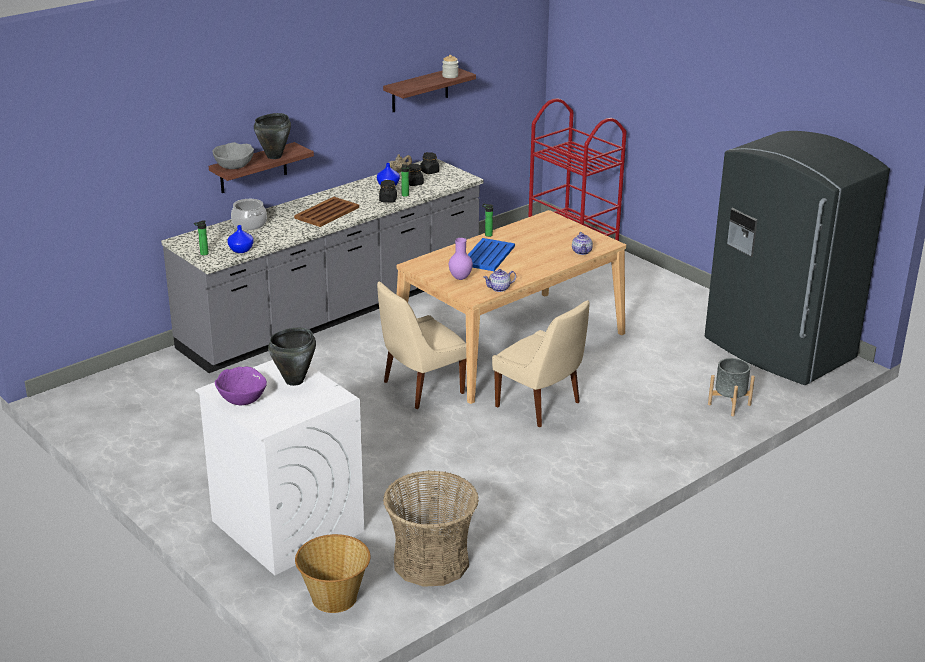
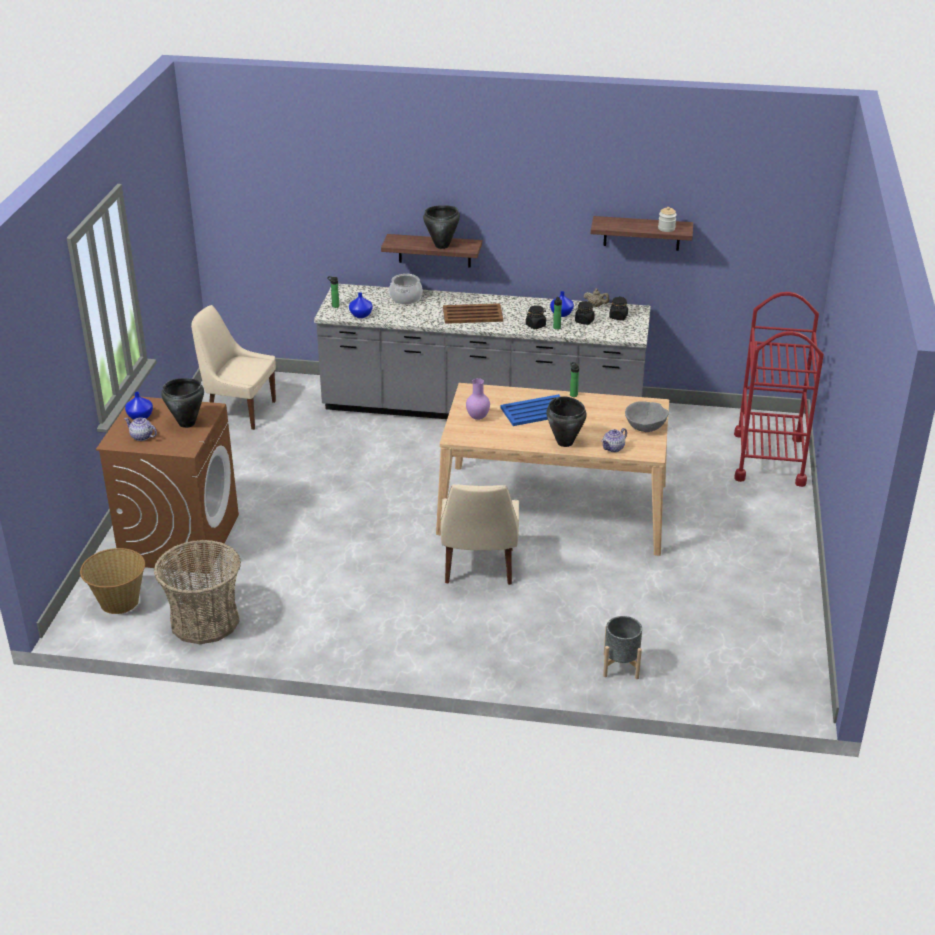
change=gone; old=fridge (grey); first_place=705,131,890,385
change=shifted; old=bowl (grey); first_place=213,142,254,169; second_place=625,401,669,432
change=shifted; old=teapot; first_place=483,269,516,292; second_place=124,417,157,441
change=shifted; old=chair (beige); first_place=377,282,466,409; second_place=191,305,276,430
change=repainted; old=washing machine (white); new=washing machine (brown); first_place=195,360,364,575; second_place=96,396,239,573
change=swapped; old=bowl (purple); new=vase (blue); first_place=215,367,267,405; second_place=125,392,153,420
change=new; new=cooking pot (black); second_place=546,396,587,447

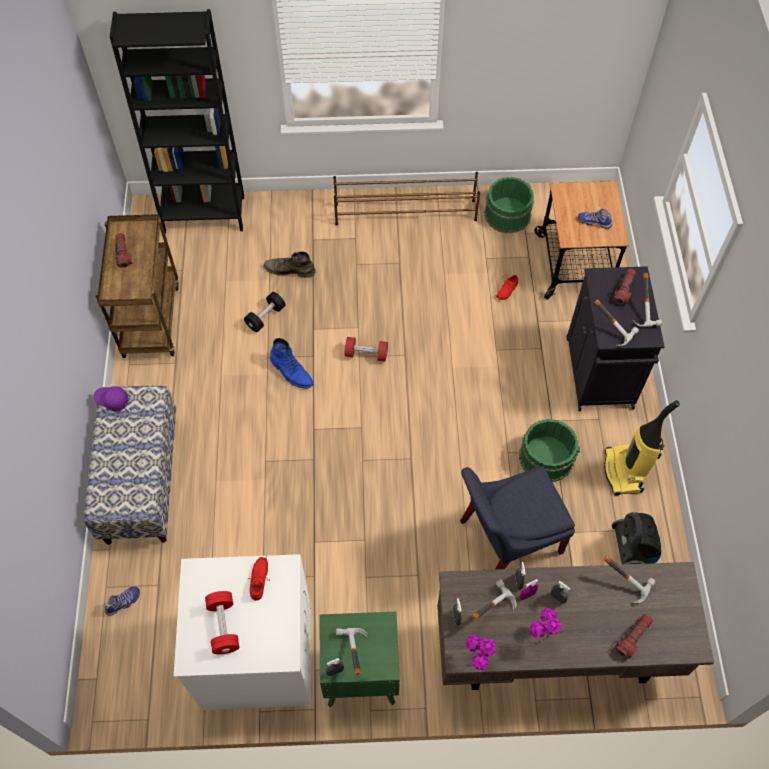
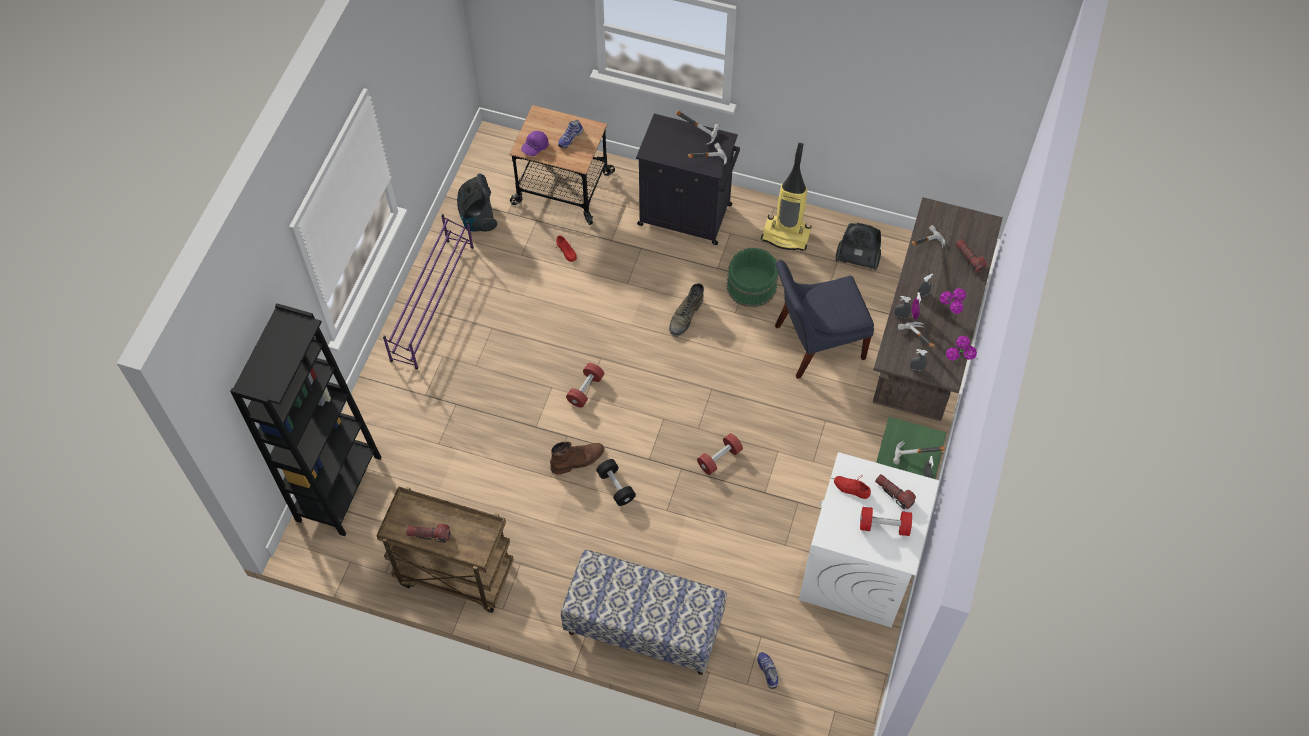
change=repainted; old=shoe rack (brown); new=shoe rack (purple); first_place=333,172,480,226; second_place=383,214,474,369
change=swapped; old=bucket (green); new=vacuum cleaner; first_place=484,177,534,233; second_place=457,174,497,232
change=shifted; old=boot (green); first_place=264,252,316,278; second_place=669,283,704,337
change=shifted; old=flashlight; first_place=613,269,636,304; second_place=875,474,916,509
change=shifted; old=dumbbell (black); first_place=244,292,286,332; second_place=596,459,636,506
change=repainted; old=boot (blue); new=boot (brown); first_place=270,338,314,389; second_place=550,441,605,474
change=shifted; old=cap (purple); first_place=94,386,128,411; second_place=521,131,549,156
change=rotated; old=chair (blue); first_place=460,467,575,569; second_place=775,260,874,379; degrees=75
change=new; new=dumbbell (red); second_place=697,433,743,475

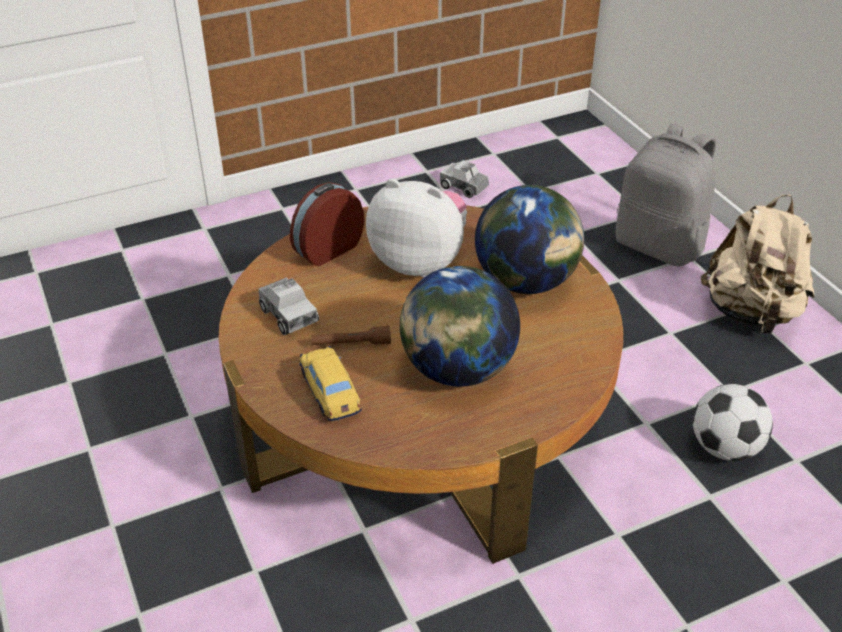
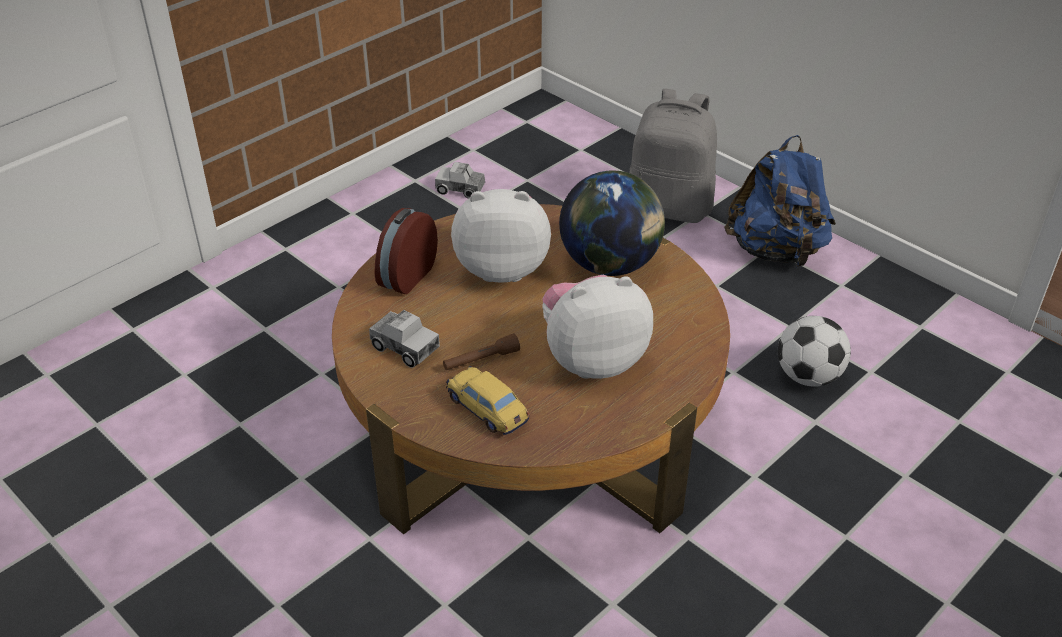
change=repainted; old=backpack (beige); new=backpack (blue); first_place=701,195,814,333; second_place=724,135,836,267
change=swapped; old=globe; new=plush toy; first_place=400,266,520,387; second_place=542,275,653,379

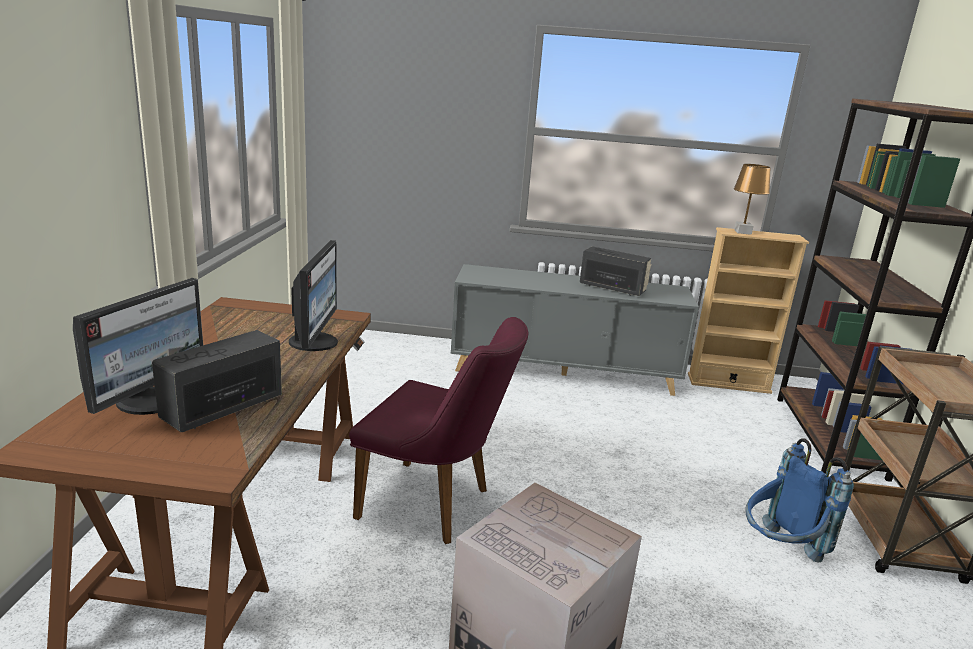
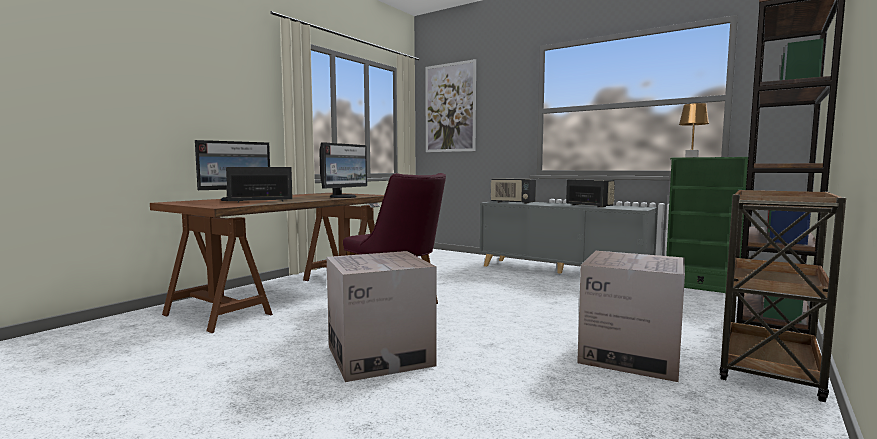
change=repainted; old=bookcase (beige); new=bookcase (green); first_place=688,227,809,394; second_place=666,157,748,293
change=swapped; old=backpack (blue); new=cardboard box; first_place=745,438,854,563; second_place=577,251,685,382
change=new; new=picture; second_place=425,59,476,152
change=new; new=radio; second_place=490,178,536,204

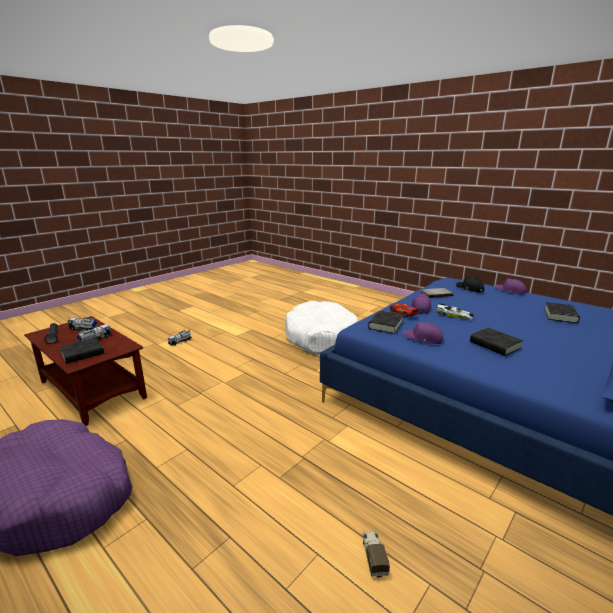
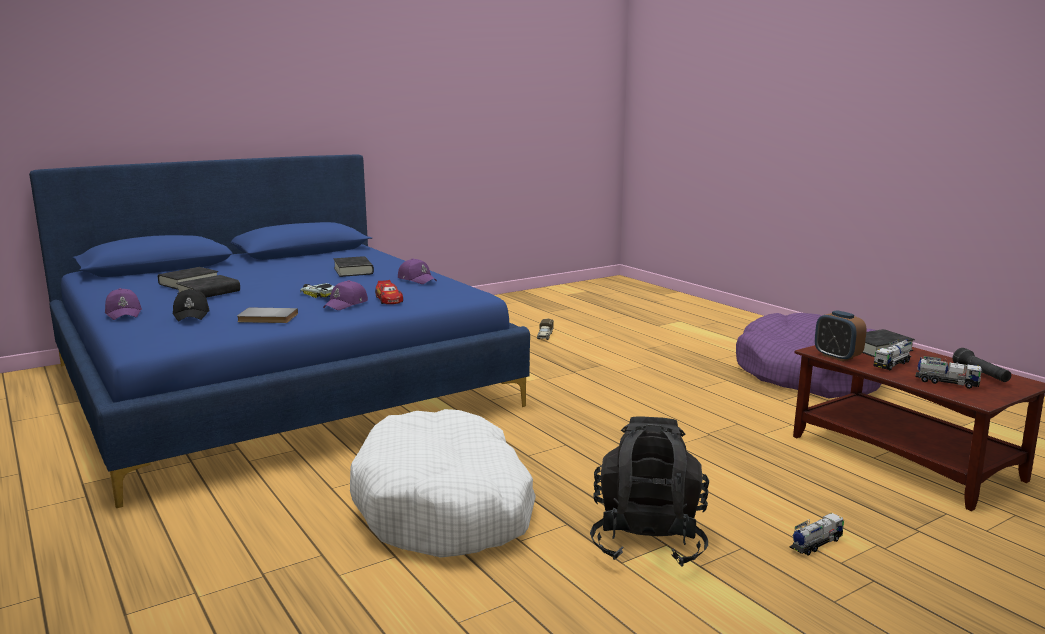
change=shifted; old=book (black); first_place=368,311,404,334; second_place=176,275,240,298
change=new; new=alarm clock; second_place=815,310,867,362
change=new; new=backpack (black); second_place=590,416,709,567

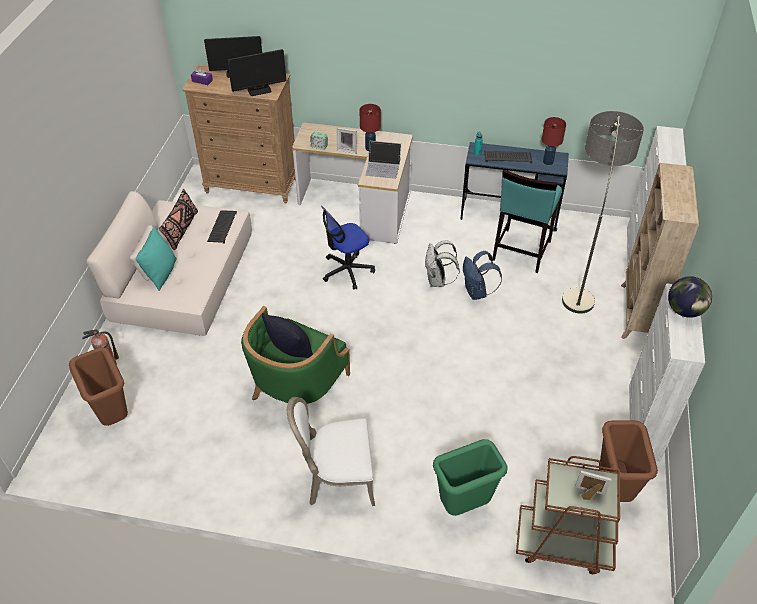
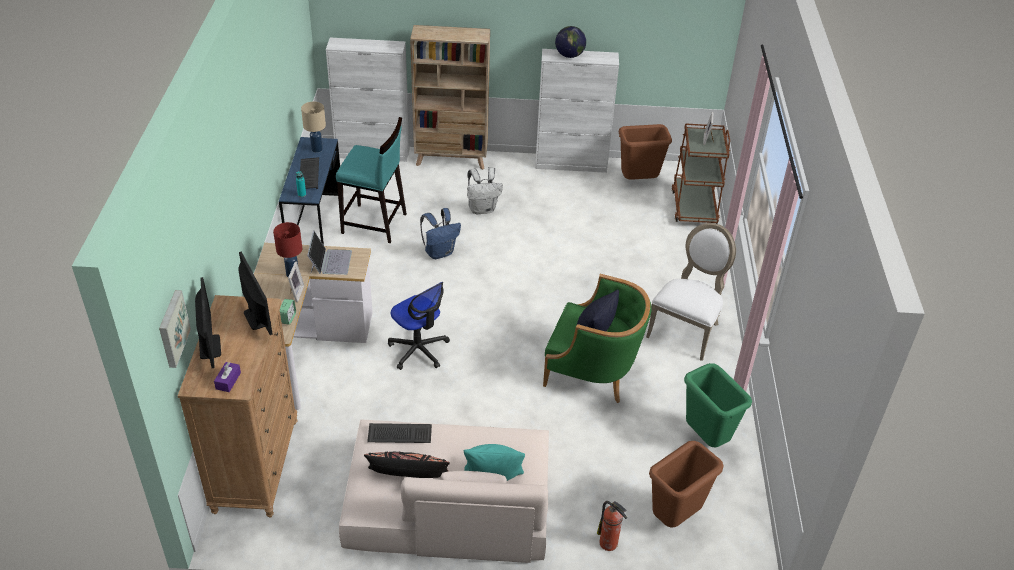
change=gone; old=floor lamp; first_place=562,111,644,313
change=repainted; old=table lamp (red); new=table lamp (beige); first_place=542,117,566,165; second_place=301,102,326,153
change=shifted; old=backpack (white); first_place=425,240,460,287; second_place=467,167,503,214
change=rotated; old=chair (white); first_place=287,397,375,506; second_place=646,223,736,361; degrees=-135
change=shifted; old=trash can (green); first_place=433,439,508,516; second_place=684,363,752,447
change=new; new=picture; second_place=159,290,191,368

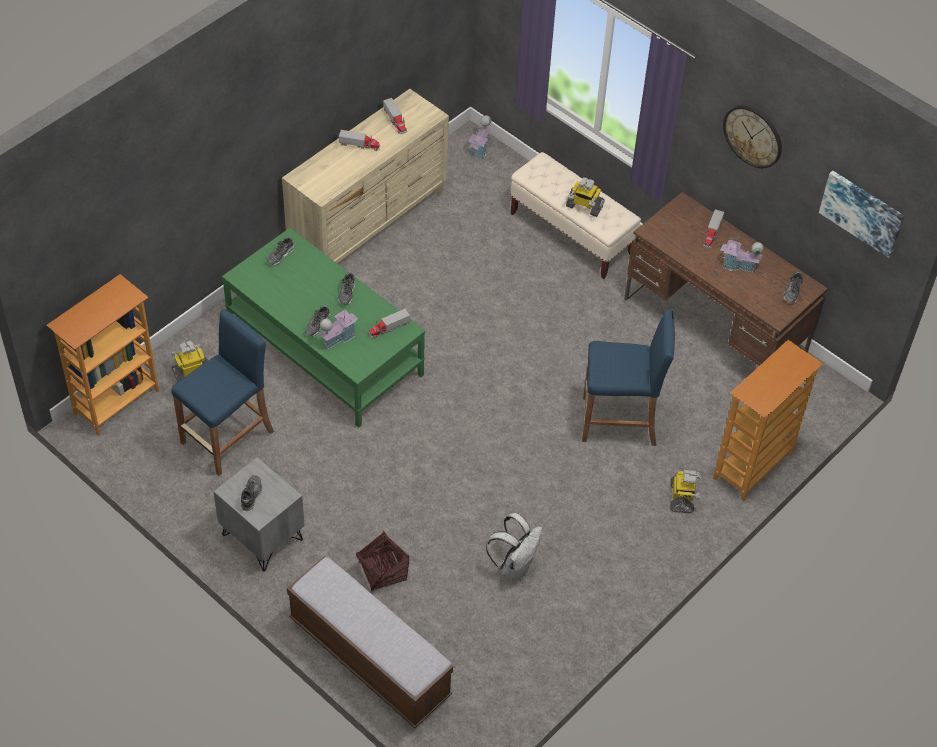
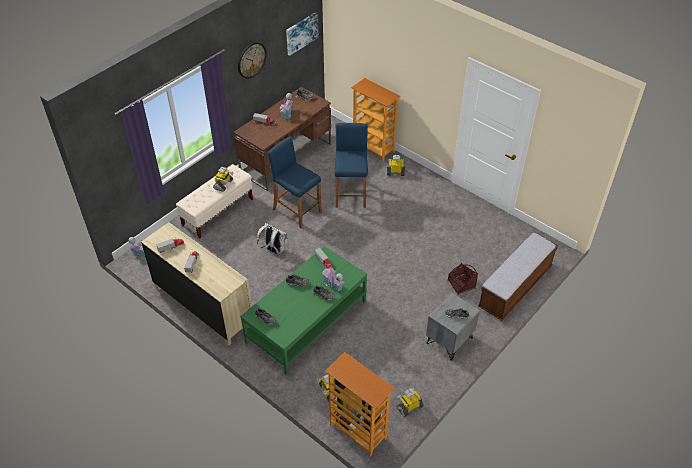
change=shifted; old=stool (blue); first_place=171,309,274,476; second_place=267,137,322,228
change=shifted; old=backpack (white); first_place=486,513,542,580; second_place=257,223,288,254
change=new; new=toy robot; second_place=396,388,424,417

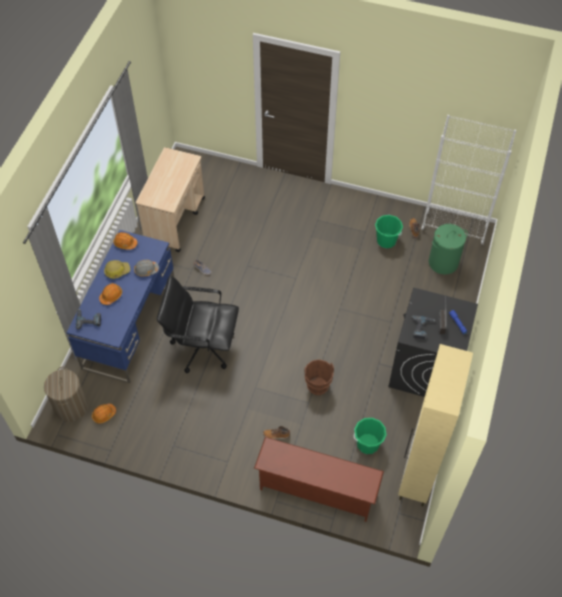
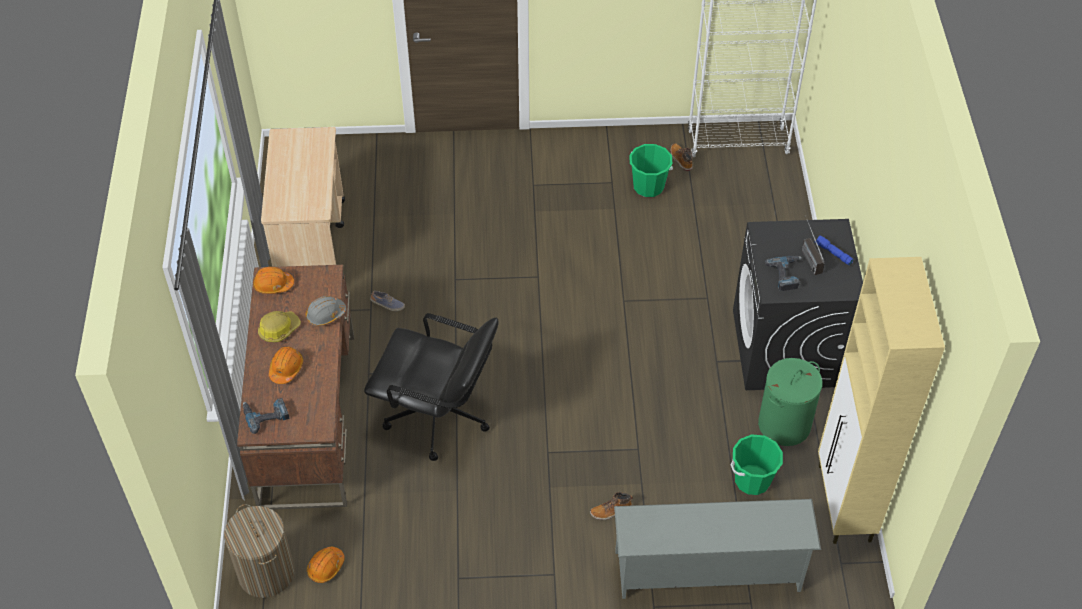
change=shifted; old=laundry basket (green); first_place=429,224,468,274; second_place=758,358,823,446
change=repainted; old=desk (blue); new=desk (brown); first_place=66,230,175,383; second_place=237,265,354,509
change=rotated; old=office chair (black); first_place=157,275,239,373; second_place=364,313,499,461; degrees=-150
change=gone; old=bucket (brown); first_place=304,359,334,395
change=repainted; old=shoe rack (brown); new=shoe rack (grey); first_place=254,437,384,522; second_place=614,499,821,599

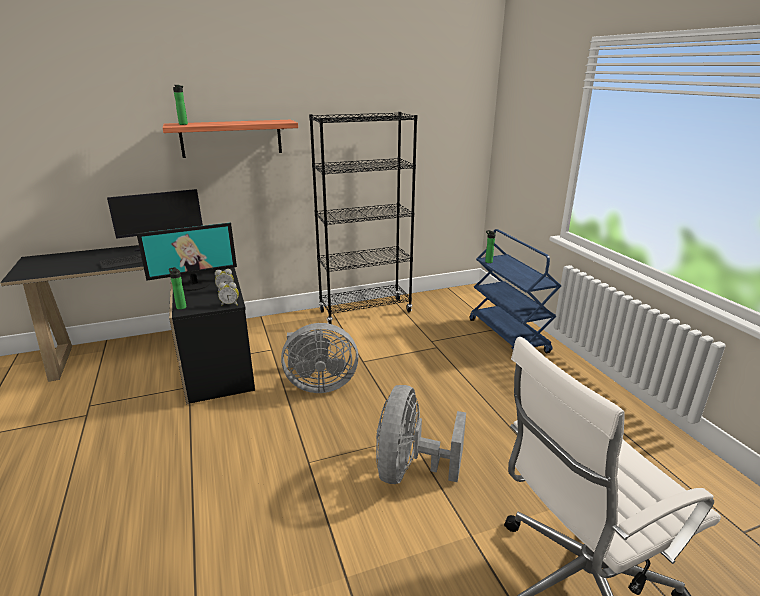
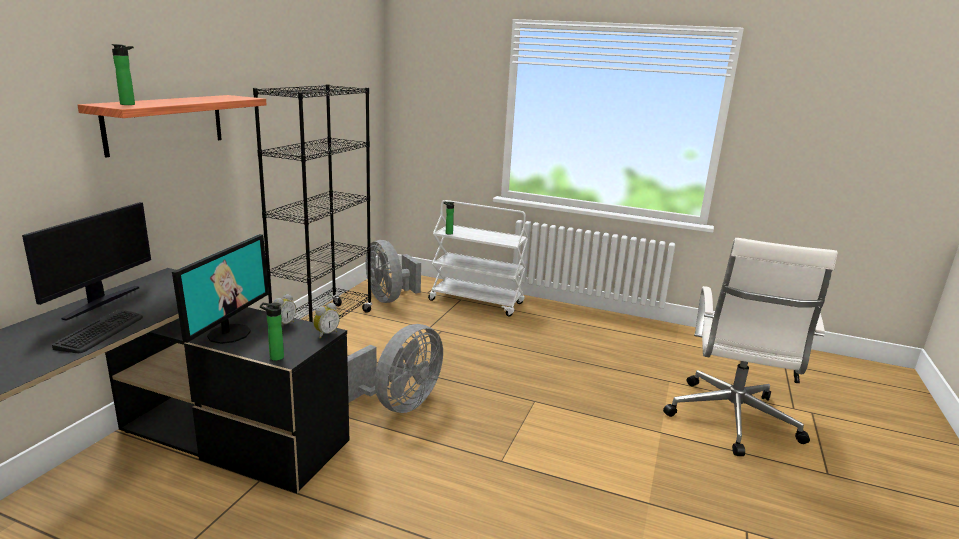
change=repainted; old=cart (blue); new=cart (white); first_place=470,229,561,353; second_place=428,200,529,316
change=shifted; old=fan (grey); first_place=376,385,466,484; second_place=366,240,421,303

